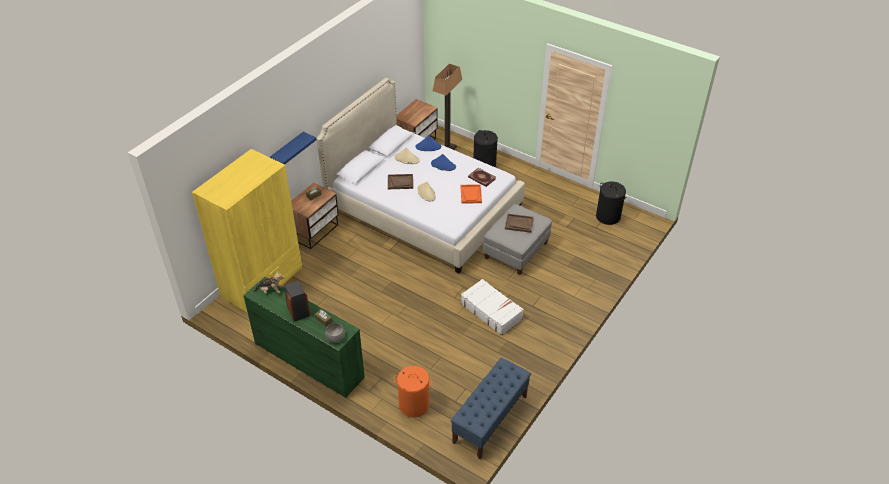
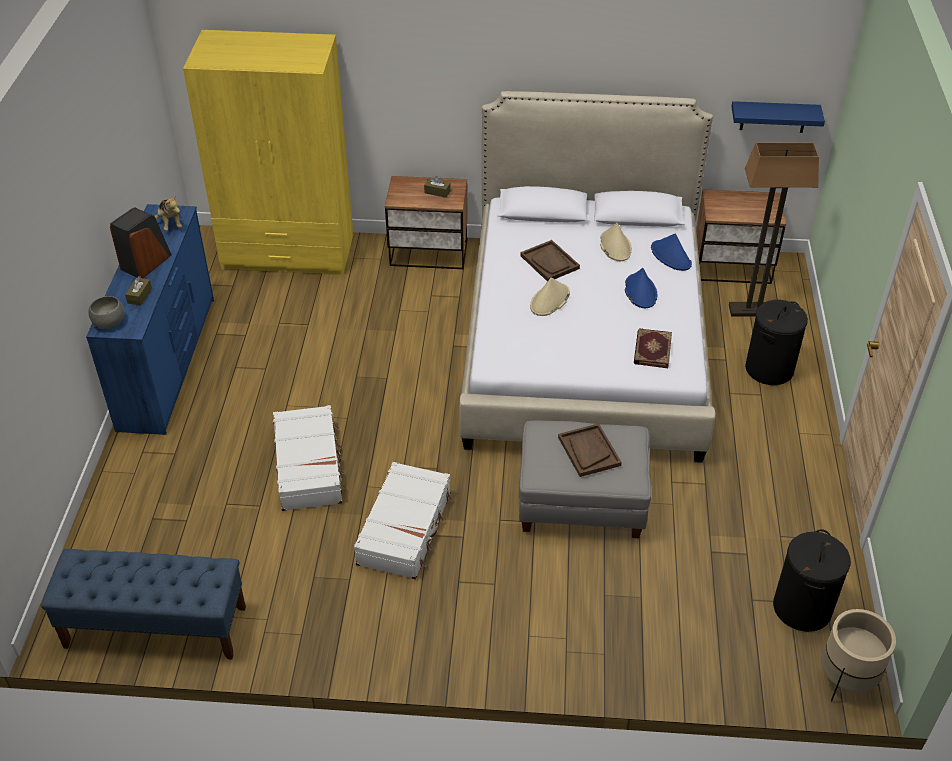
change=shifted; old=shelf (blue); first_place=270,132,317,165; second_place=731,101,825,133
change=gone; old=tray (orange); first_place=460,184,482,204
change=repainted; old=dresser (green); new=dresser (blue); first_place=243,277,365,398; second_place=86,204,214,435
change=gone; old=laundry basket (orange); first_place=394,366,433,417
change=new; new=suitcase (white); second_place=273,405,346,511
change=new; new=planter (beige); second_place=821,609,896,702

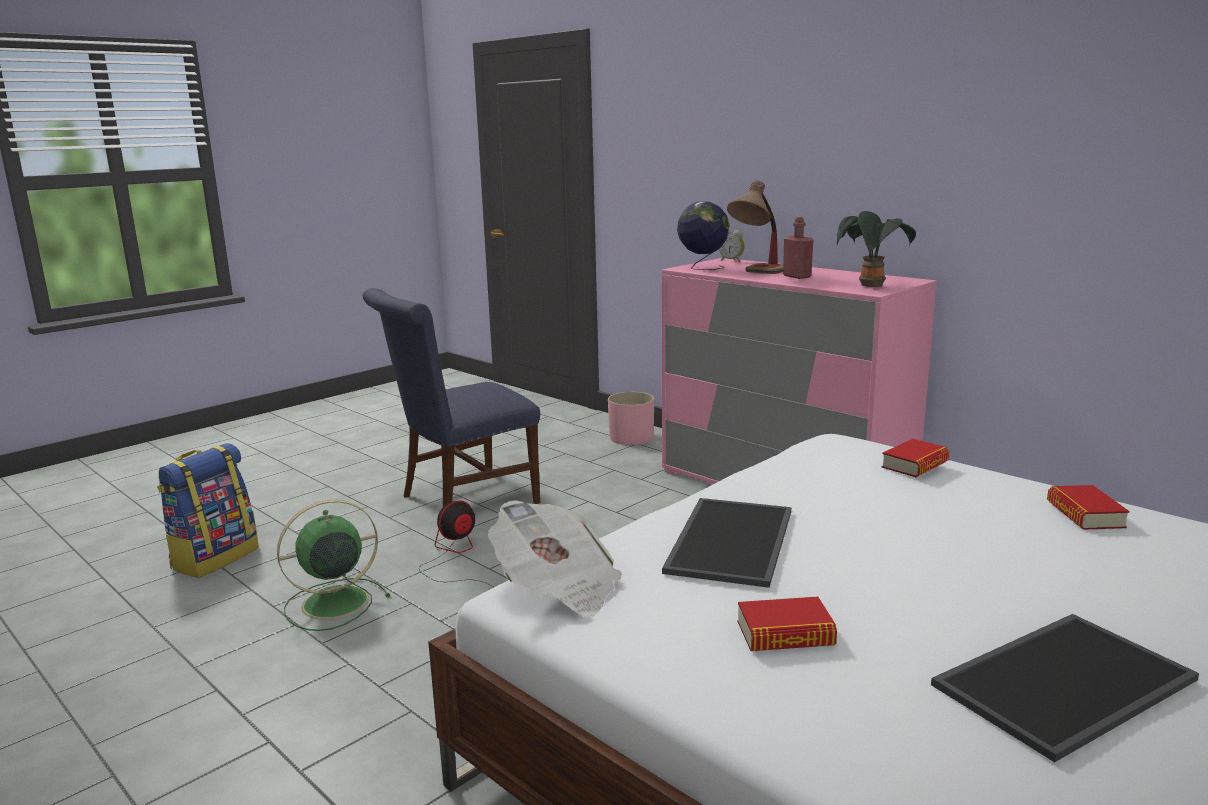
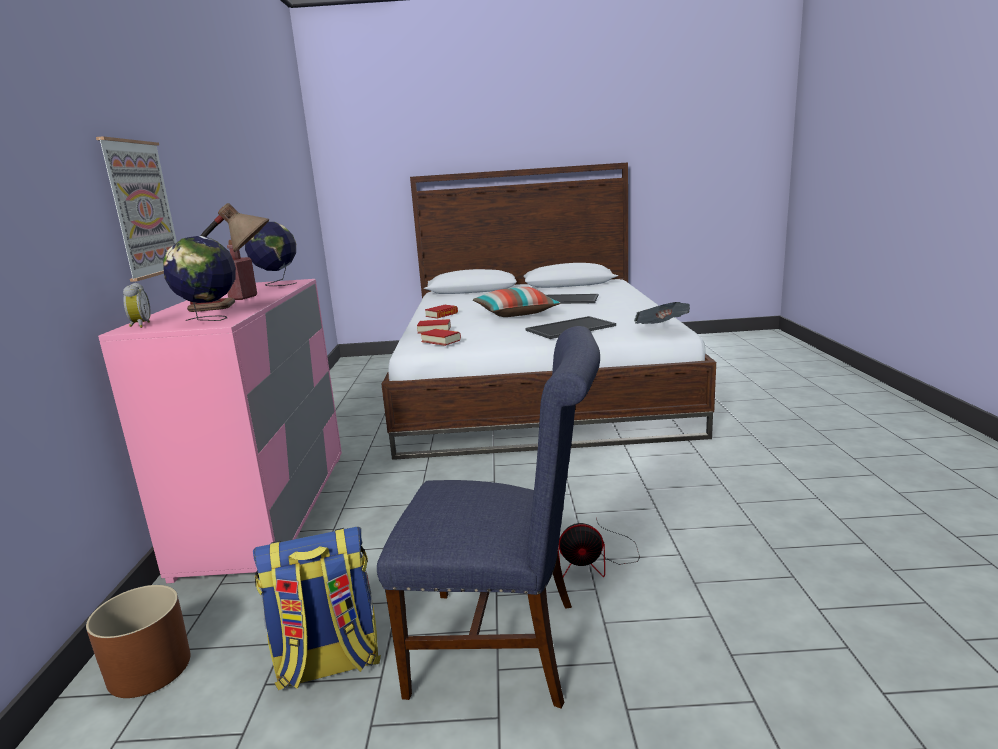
change=swapped; old=potted plant; new=globe; first_place=837,211,916,287; second_place=245,222,297,286
change=repainted; old=planter (pink); new=planter (brown); first_place=608,392,654,445; second_place=86,585,190,698
change=shifted; old=backpack; first_place=157,443,259,578; second_place=253,526,381,690
change=gone; old=fan (green); first_place=277,500,390,631
change=shifted; old=book; first_place=738,597,837,651; second_place=421,329,461,346
change=new; new=picture; second_place=96,136,177,282
change=new; new=pillow; second_place=473,287,560,317

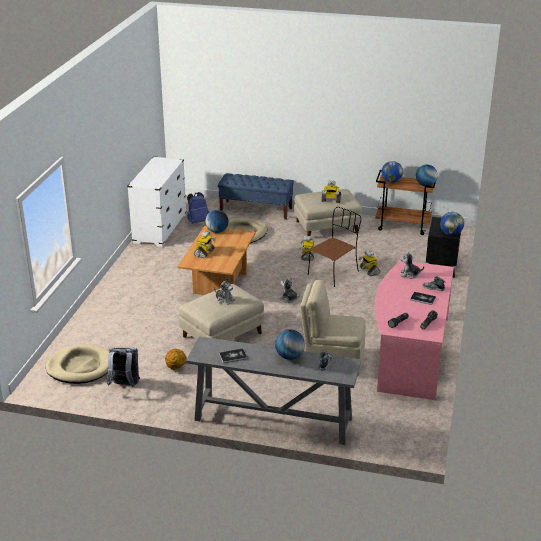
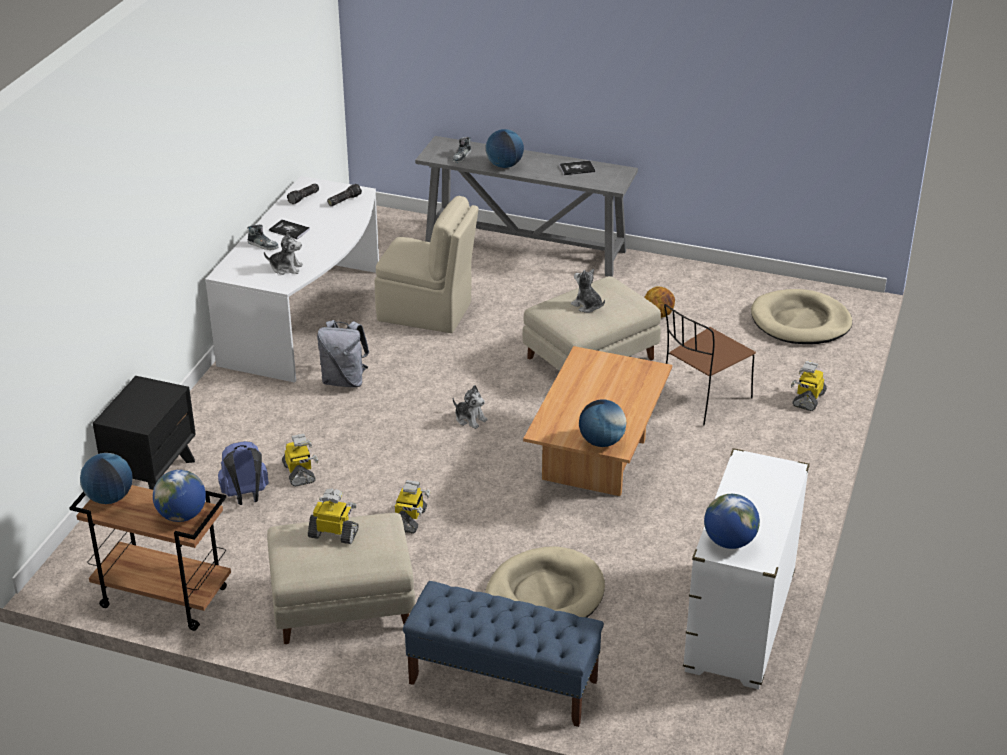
change=shifted; old=backpack (blue); first_place=187,192,209,223; second_place=218,441,269,505
change=shifted; old=chair (brown); first_place=308,207,361,287; second_place=664,304,756,426
change=shifted; old=globe; first_place=440,212,464,235; second_place=704,494,760,549
change=shifted; old=toy robot; first_place=194,231,216,258; second_place=791,361,827,411
change=repainted; old=desk (pink); new=desk (white); first_place=374,260,454,400; second_place=205,176,379,383
change=shifted; old=backpack (grey); first_place=107,347,140,387; second_place=317,320,369,388

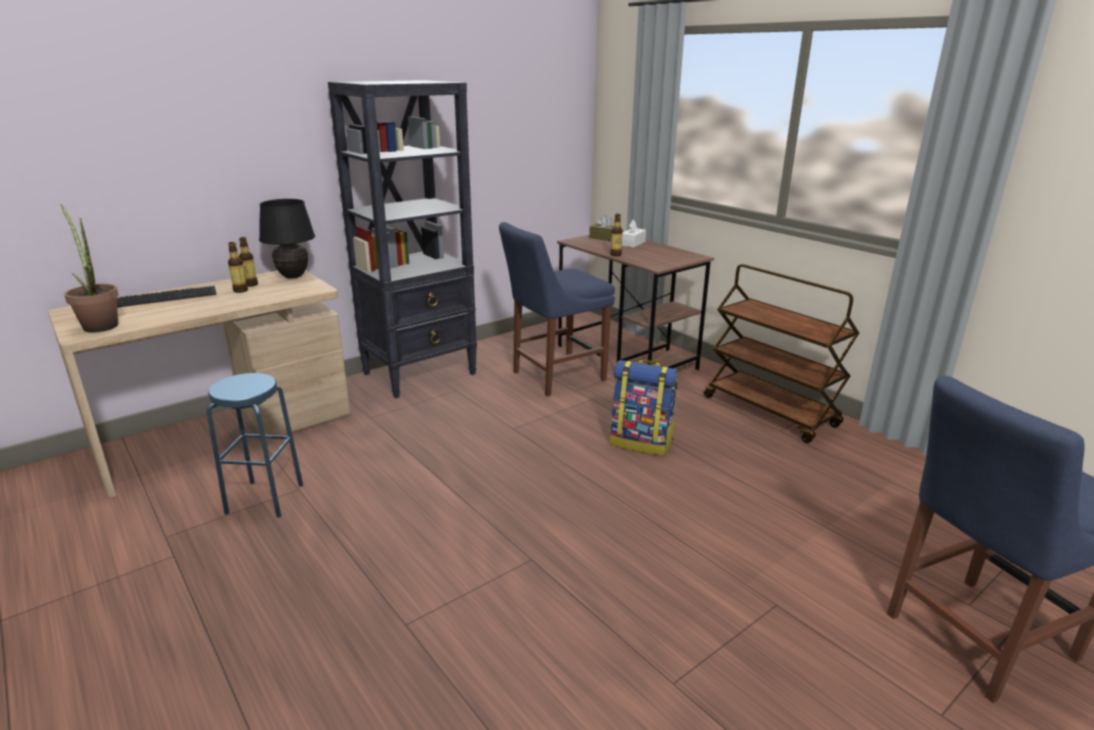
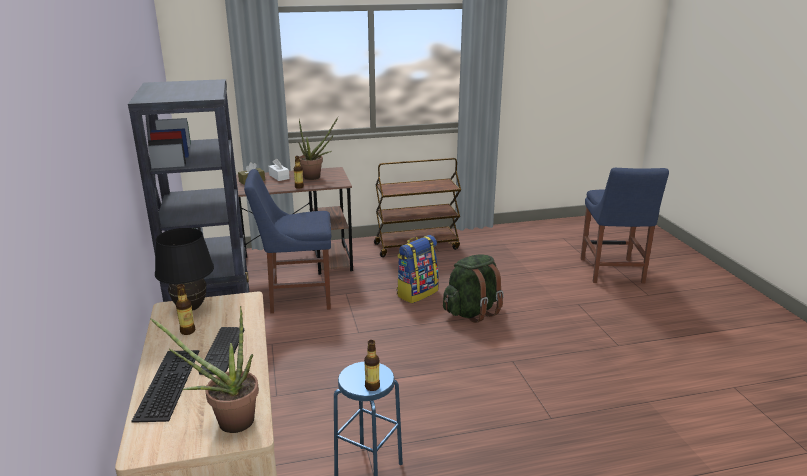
change=rotated; old=chair (blue); first_place=499,222,615,397; second_place=244,169,331,313; degrees=90
change=shifted; old=bottle; first_place=228,242,248,293; second_place=364,340,380,391
change=new; new=potted plant; second_place=298,117,338,180
change=new; new=backpack (green); second_place=443,254,504,323
change=new; new=keyboard; second_place=199,327,244,375

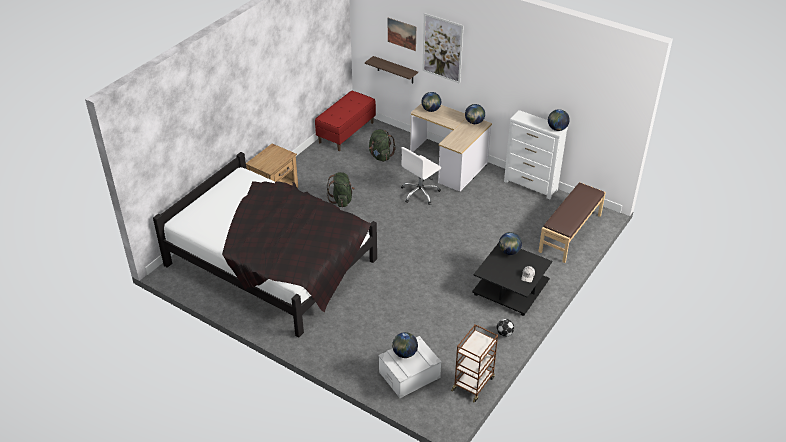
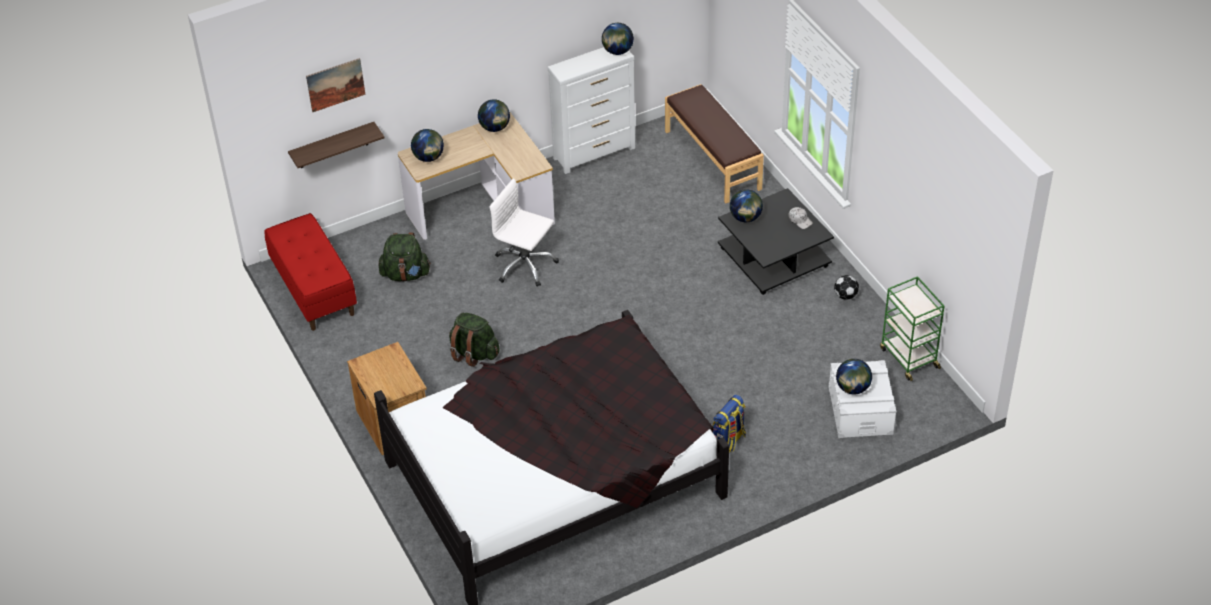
change=gone; old=picture; first_place=422,13,464,84
change=rotated; old=office chair (white); first_place=401,147,441,205; second_place=489,178,559,287; degrees=135
change=repainted; old=cart (brown); new=cart (green); first_place=451,324,498,403; second_place=880,276,945,381
change=new; new=backpack; second_place=713,395,746,453

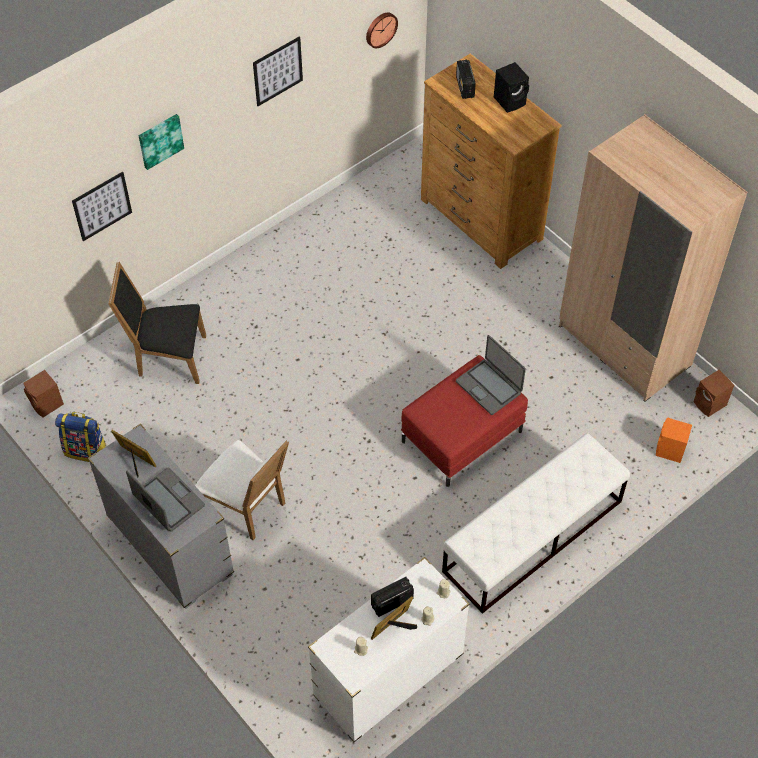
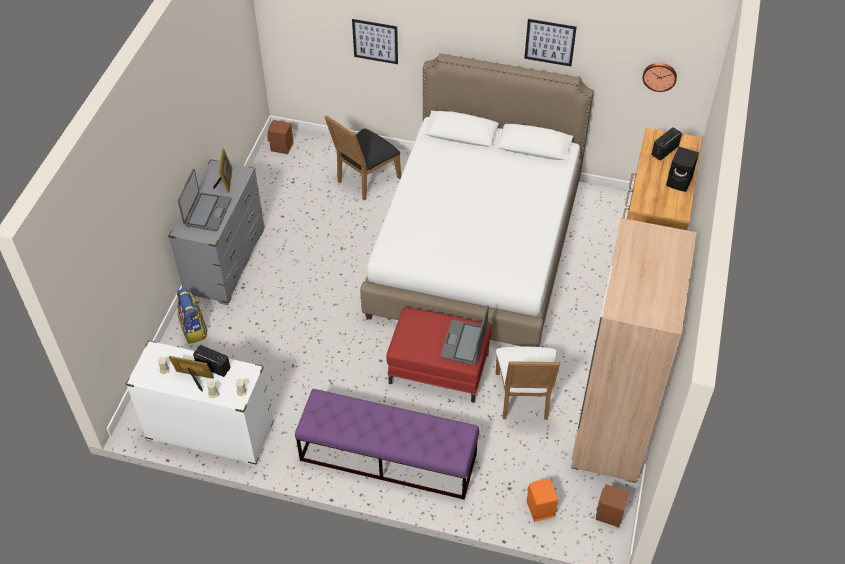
change=gone; old=picture; first_place=138,114,184,170
change=rotated; old=chair (black); first_place=108,262,206,384; second_place=324,115,401,201; degrees=-105
change=shifted; old=backpack; first_place=55,412,106,462; second_place=177,288,208,344
change=repainted; old=bench (white); new=bench (purple); first_place=442,433,630,614; second_place=295,389,479,500
change=shifted; old=chair (white); first_place=195,440,289,540; second_place=496,347,560,420
change=new; new=bed (white); second_place=360,54,594,347

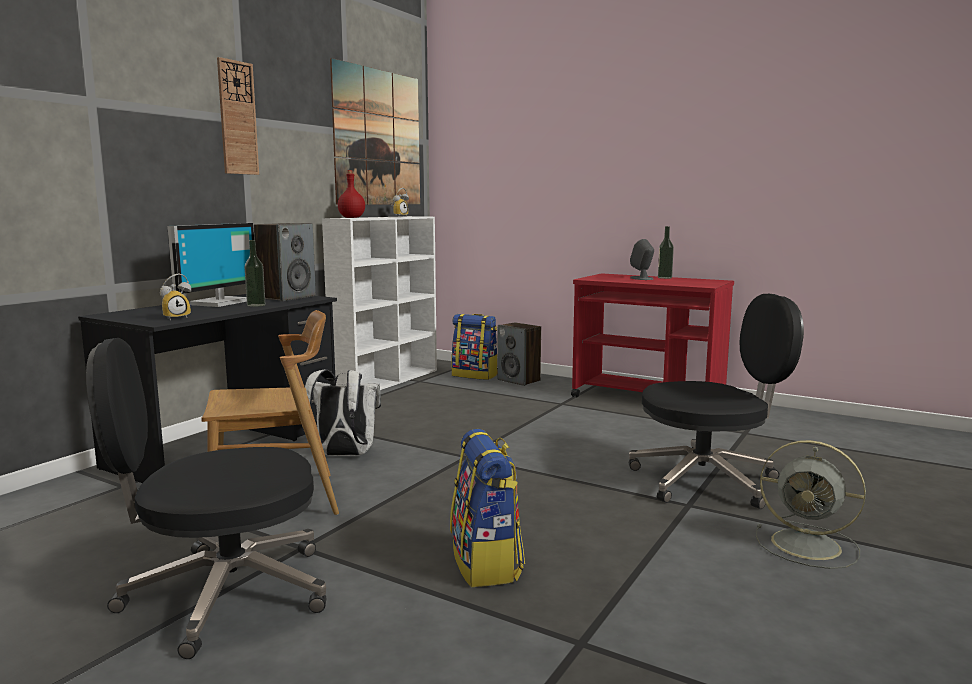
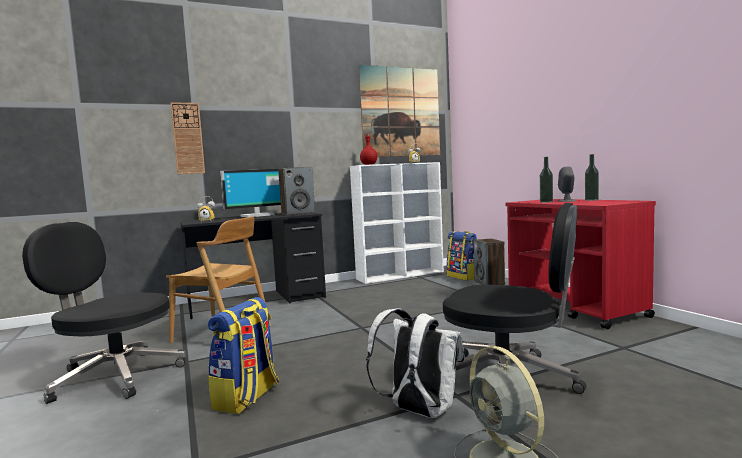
change=shifted; old=wall clock; first_place=217,57,259,175; second_place=170,102,205,174
change=shifted; old=bottle; first_place=244,240,265,307; second_place=540,157,553,203
change=shifted; old=backpack (white); first_place=304,369,381,456; second_place=366,309,464,418

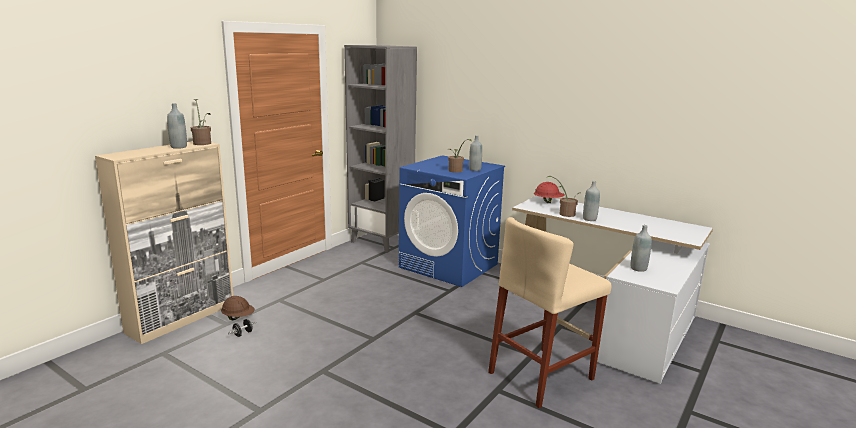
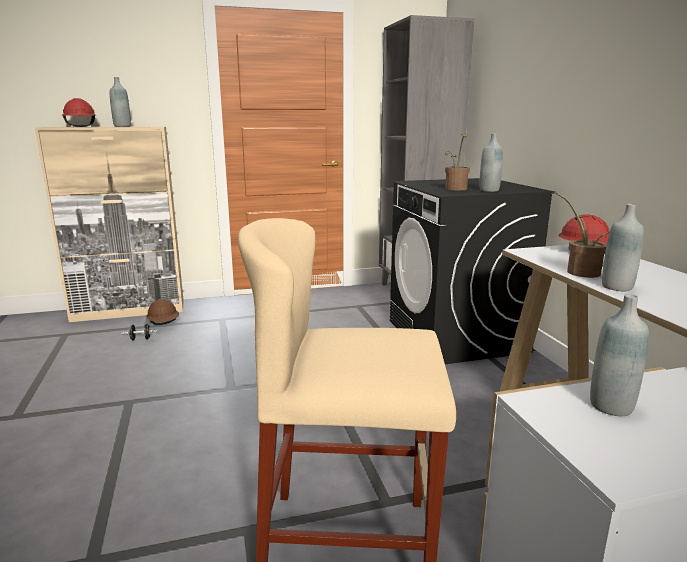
change=gone; old=potted plant; first_place=191,99,211,145
change=repainted; old=washing machine (blue); new=washing machine (black); first_place=399,155,505,287; second_place=390,178,556,364
change=new; new=hard hat (red); second_place=61,98,97,127

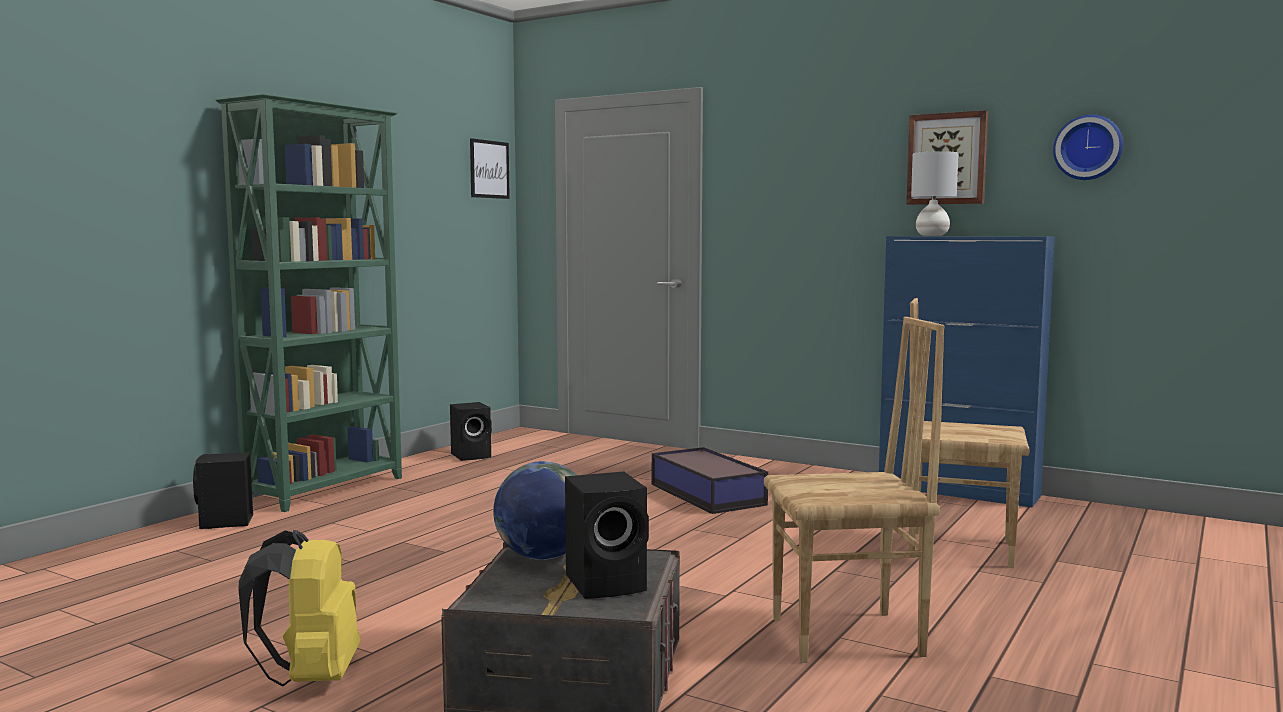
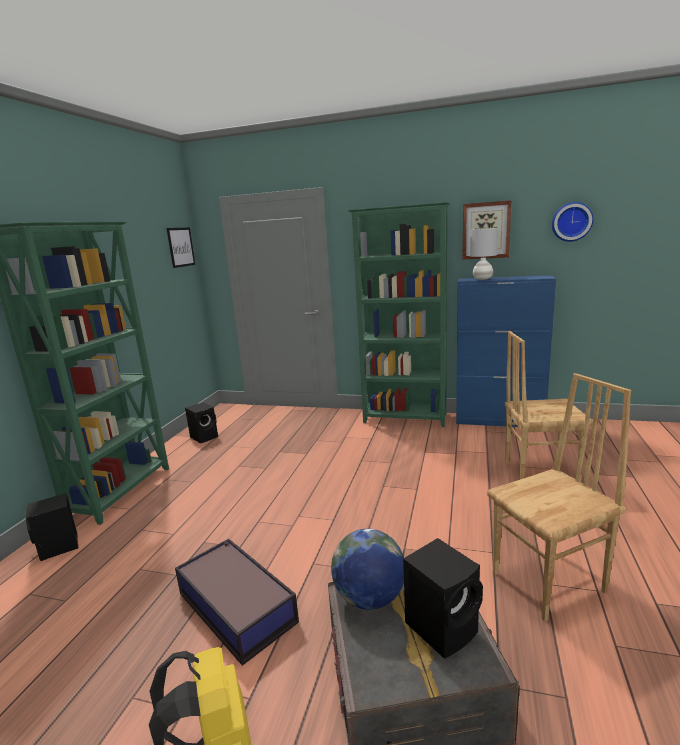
change=shifted; old=storage box; first_place=652,447,768,514; second_place=175,539,299,666
change=new; new=bookcase (green); second_place=348,202,450,427

